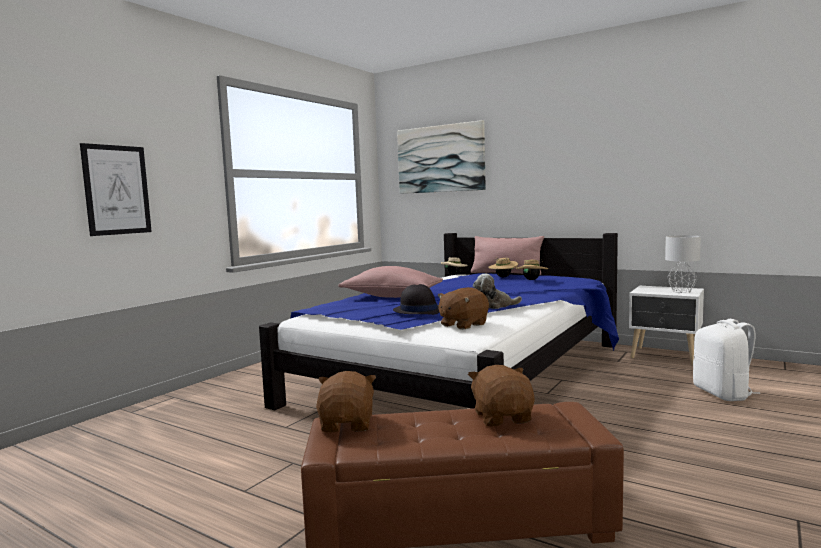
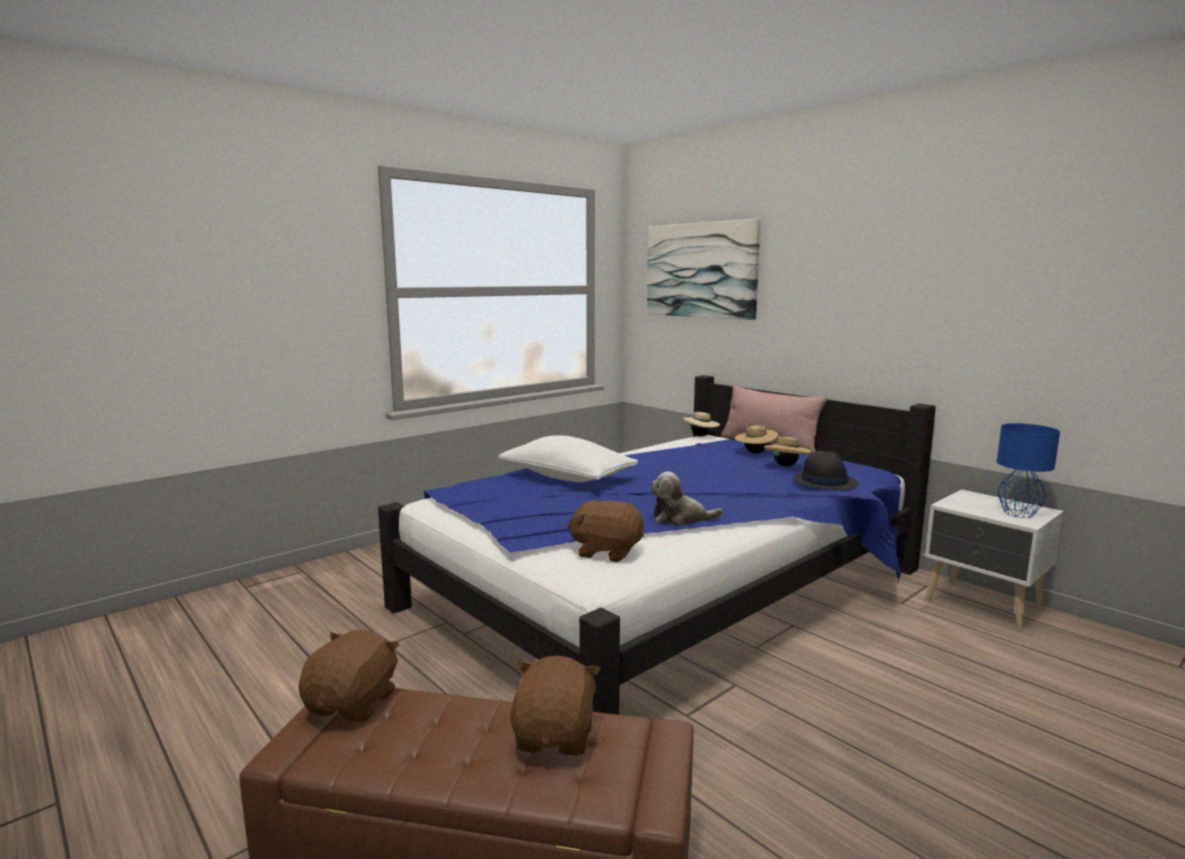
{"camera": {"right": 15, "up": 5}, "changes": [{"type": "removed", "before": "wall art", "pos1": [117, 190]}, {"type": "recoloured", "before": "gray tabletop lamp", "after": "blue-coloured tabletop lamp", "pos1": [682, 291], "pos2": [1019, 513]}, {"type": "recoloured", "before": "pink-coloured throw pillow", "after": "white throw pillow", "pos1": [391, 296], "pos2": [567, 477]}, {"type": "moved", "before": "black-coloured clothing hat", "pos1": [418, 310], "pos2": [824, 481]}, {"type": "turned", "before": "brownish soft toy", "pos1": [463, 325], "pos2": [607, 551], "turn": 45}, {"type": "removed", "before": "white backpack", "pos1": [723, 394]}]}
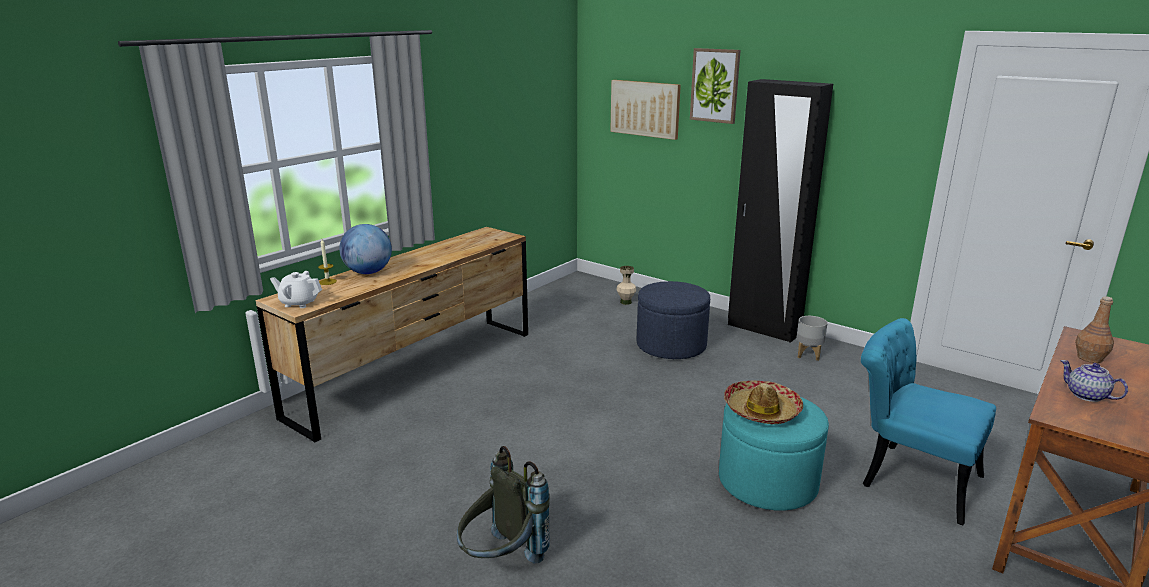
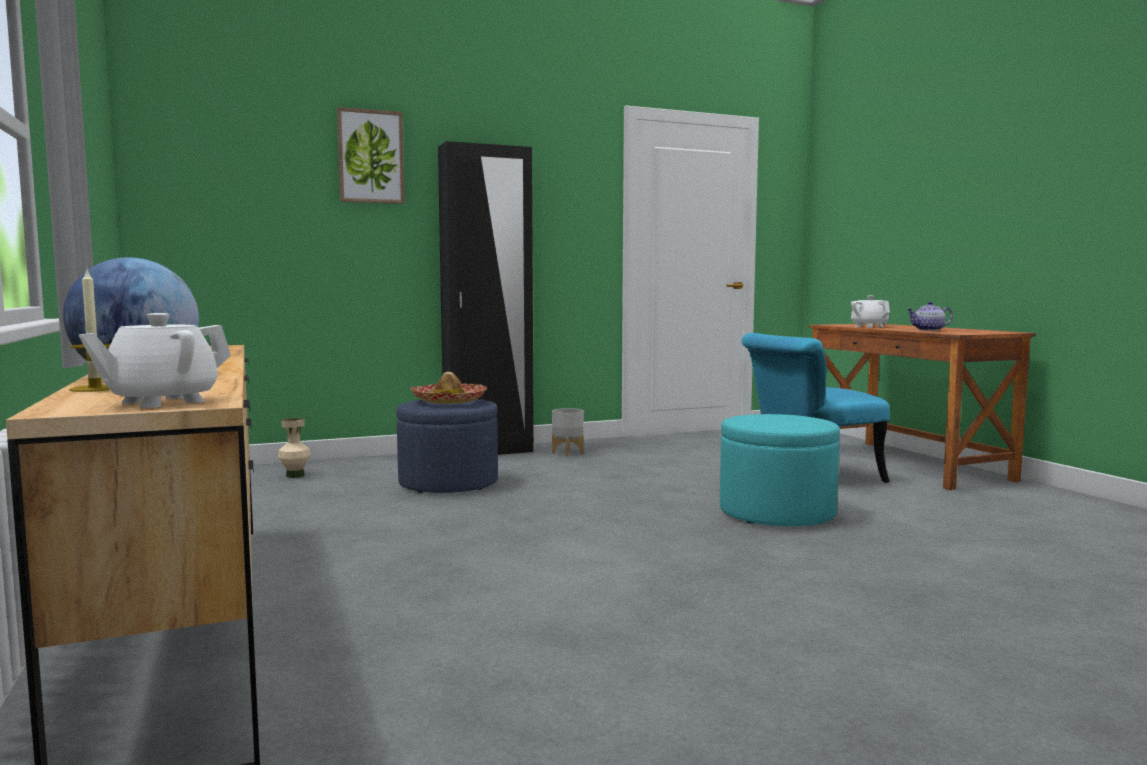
{"camera": {"right": -60, "up": -15}, "changes": [{"type": "removed", "before": "wall art", "pos1": [645, 108]}, {"type": "replaced", "before": "brownish bottle", "after": "white tea pot", "pos1": [1090, 358], "pos2": [869, 326]}, {"type": "moved", "before": "clothing hat", "pos1": [761, 410], "pos2": [448, 401]}, {"type": "removed", "before": "gray backpack", "pos1": [501, 561]}]}
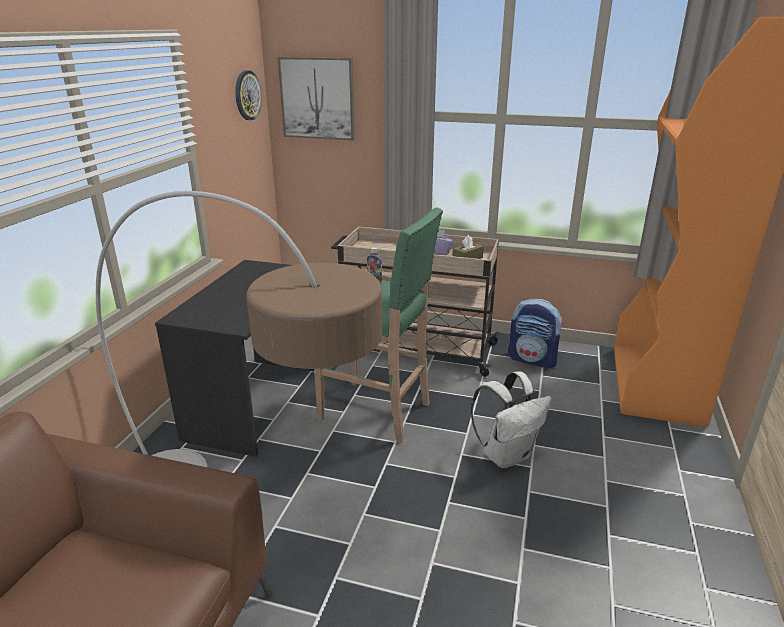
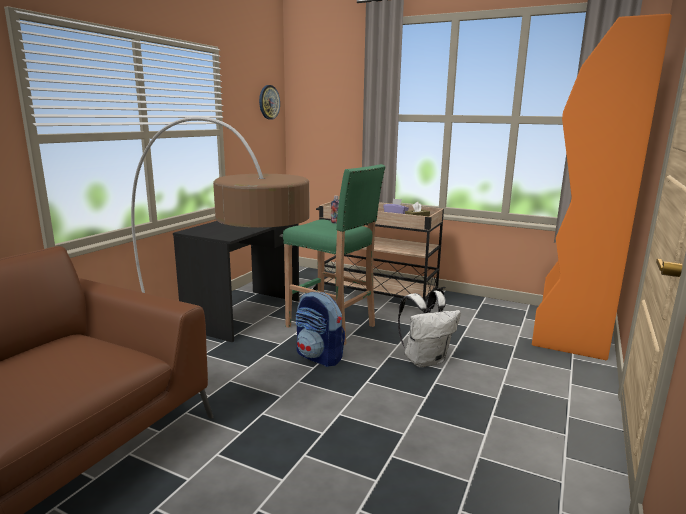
{"camera": {"right": 10, "up": -10}, "changes": [{"type": "removed", "before": "wall art", "pos1": [317, 98]}, {"type": "moved", "before": "backpack", "pos1": [533, 359], "pos2": [319, 357]}]}
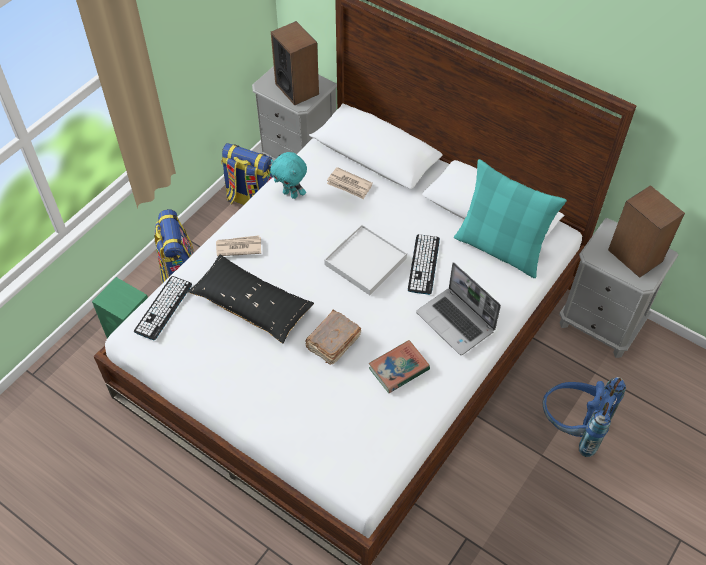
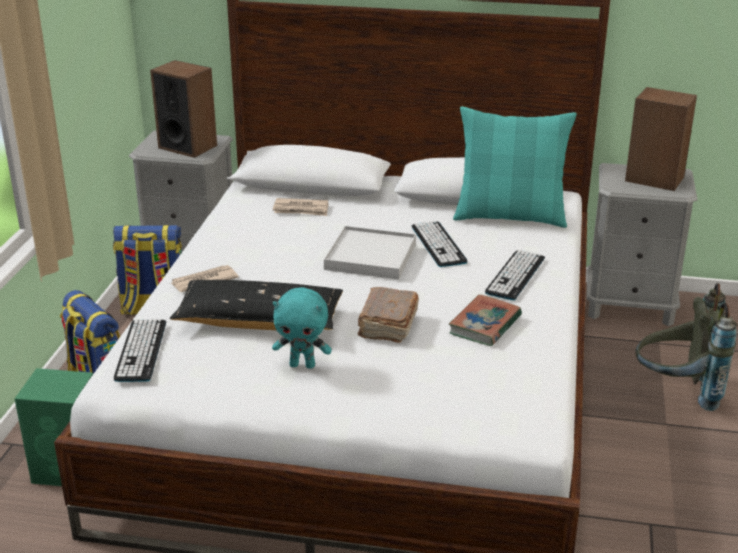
{"camera": {"right": -25, "up": -25}, "changes": [{"type": "moved", "before": "turquoise soft toy", "pos1": [291, 194], "pos2": [303, 365]}, {"type": "replaced", "before": "laptop", "after": "keyboard", "pos1": [456, 322], "pos2": [515, 275]}, {"type": "recoloured", "before": "blue-coloured backpack", "after": "gray backpack", "pos1": [572, 428], "pos2": [677, 392]}]}
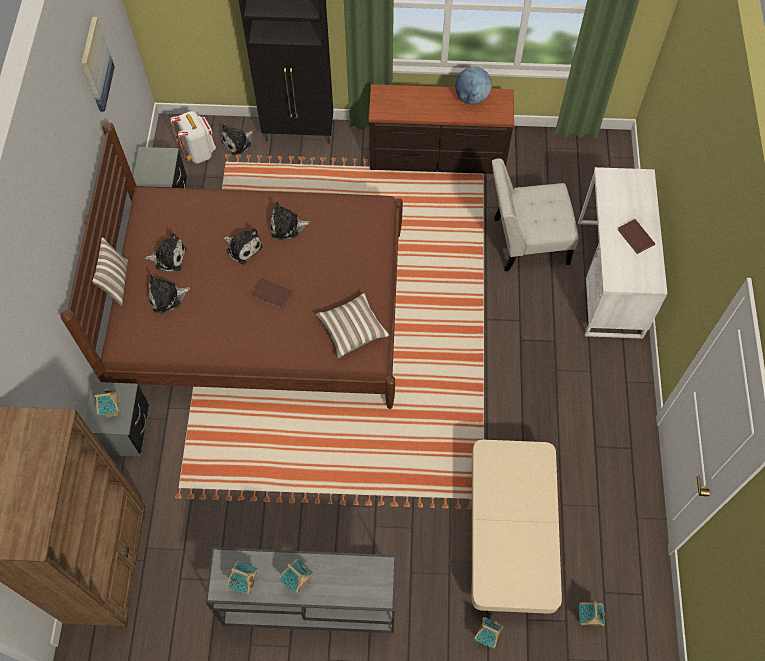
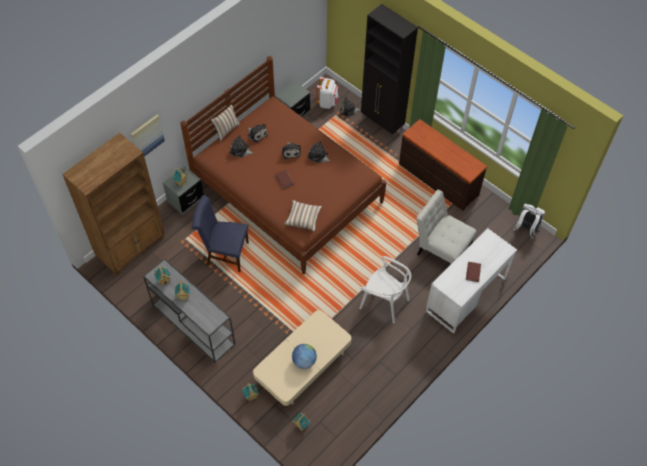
{"camera": {"right": 40, "up": -5}, "changes": [{"type": "moved", "before": "wall art", "pos1": [96, 64], "pos2": [147, 136]}, {"type": "moved", "before": "desk globe", "pos1": [472, 97], "pos2": [304, 361]}, {"type": "added", "after": "blue-coloured chair", "pos2": [224, 253]}, {"type": "added", "after": "white backpack", "pos2": [526, 229]}, {"type": "added", "after": "white chair", "pos2": [384, 302]}]}
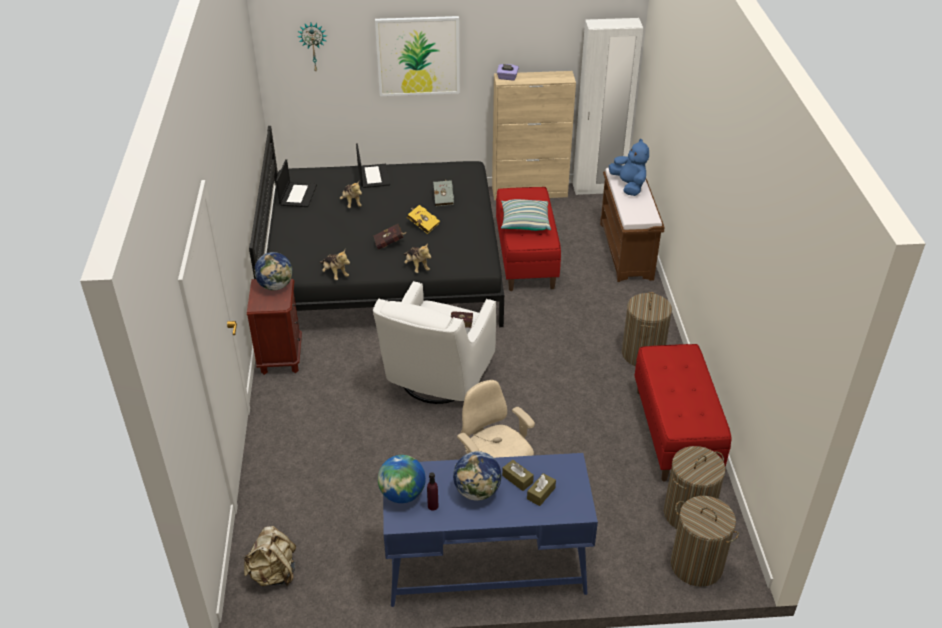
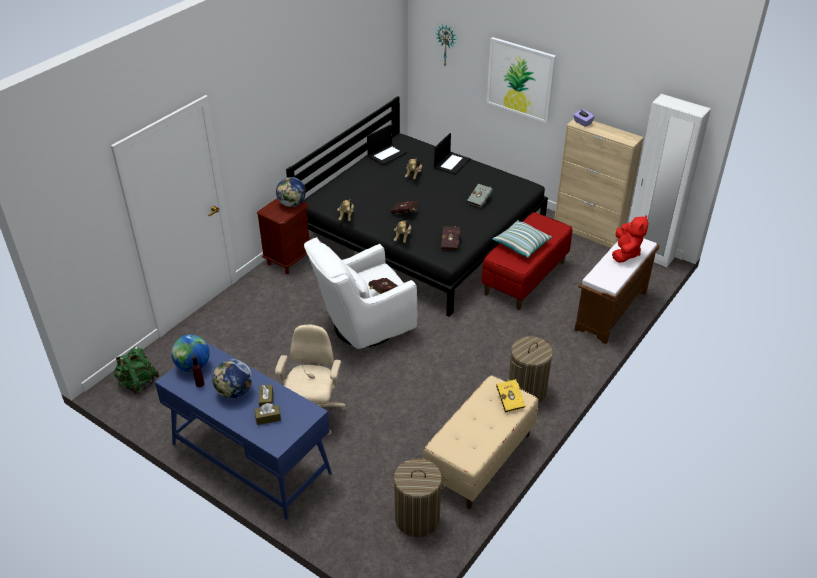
{"camera": {"right": 40, "up": 0}, "changes": [{"type": "recoloured", "before": "blue-coloured soft toy", "after": "red-coloured soft toy", "pos1": [629, 186], "pos2": [625, 253]}, {"type": "moved", "before": "yellow bound book", "pos1": [422, 225], "pos2": [509, 400]}, {"type": "recoloured", "before": "red-coloured long seat", "after": "beige long seat", "pos1": [675, 433], "pos2": [480, 459]}, {"type": "removed", "before": "hamper", "pos1": [696, 565]}, {"type": "recoloured", "before": "beige backpack", "after": "green-coloured backpack", "pos1": [273, 573], "pos2": [138, 383]}, {"type": "added", "after": "red-coloured bound book", "pos2": [451, 243]}]}
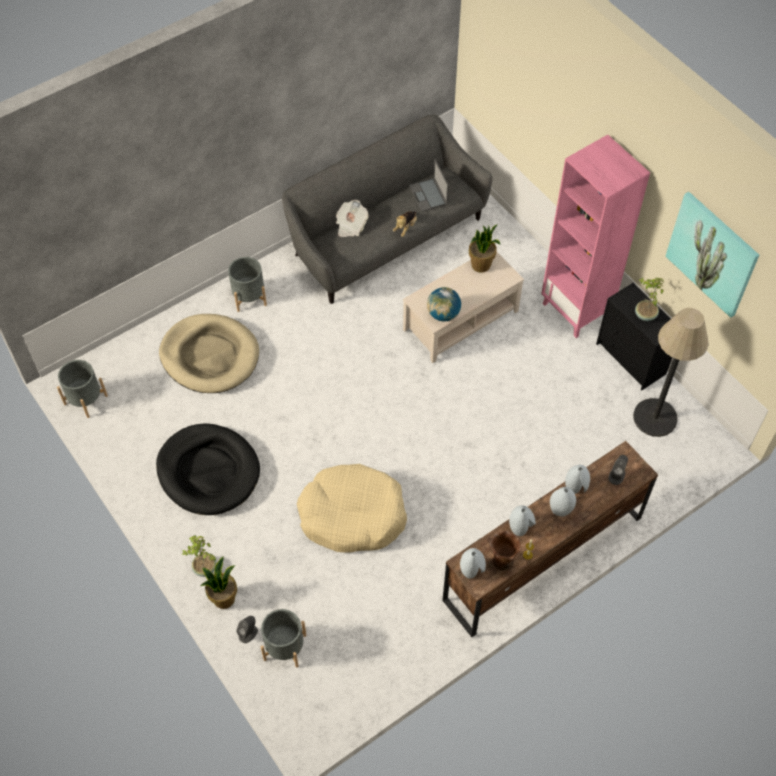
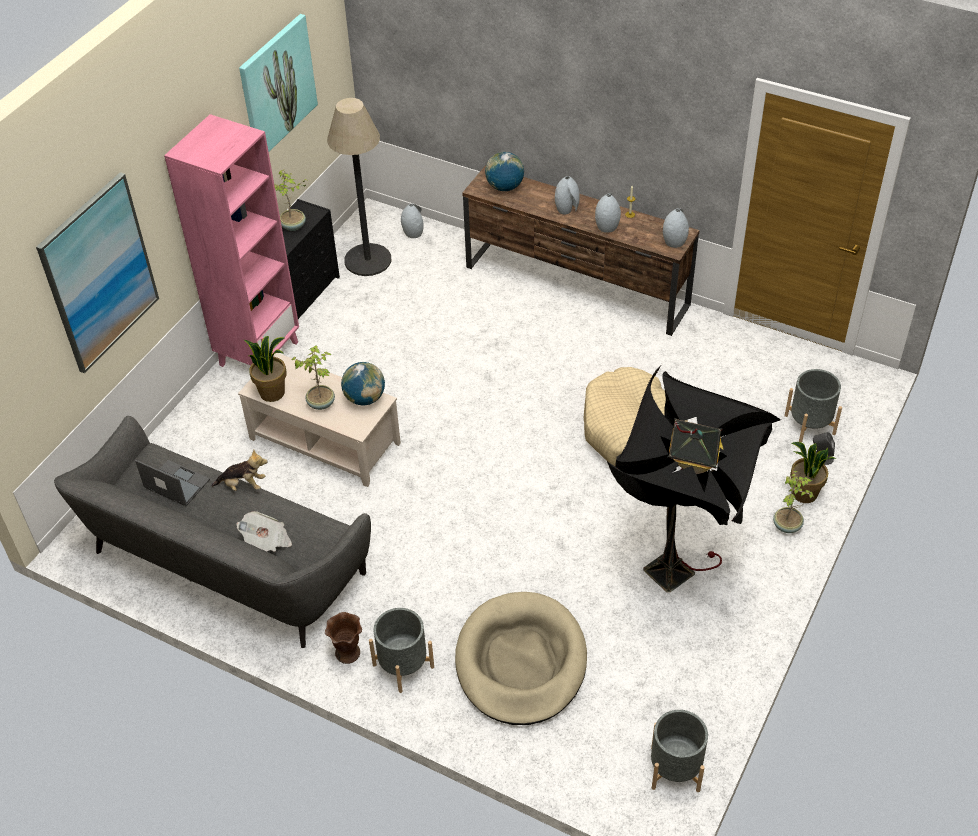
{"camera": {"right": -115, "up": -10}, "changes": [{"type": "turned", "before": "laptop", "pos1": [428, 195], "pos2": [176, 483], "turn": -105}, {"type": "replaced", "before": "black-coloured pet bed", "after": "black-coloured standard lamp", "pos1": [208, 471], "pos2": [677, 580]}, {"type": "replaced", "before": "gray speaker", "after": "desk globe", "pos1": [617, 475], "pos2": [505, 187]}, {"type": "moved", "before": "gray decorative vase", "pos1": [576, 487], "pos2": [413, 233]}, {"type": "moved", "before": "brownish decorative vase", "pos1": [502, 561], "pos2": [348, 653]}, {"type": "added", "after": "wall art", "pos2": [99, 273]}, {"type": "added", "after": "potted plant", "pos2": [321, 403]}]}
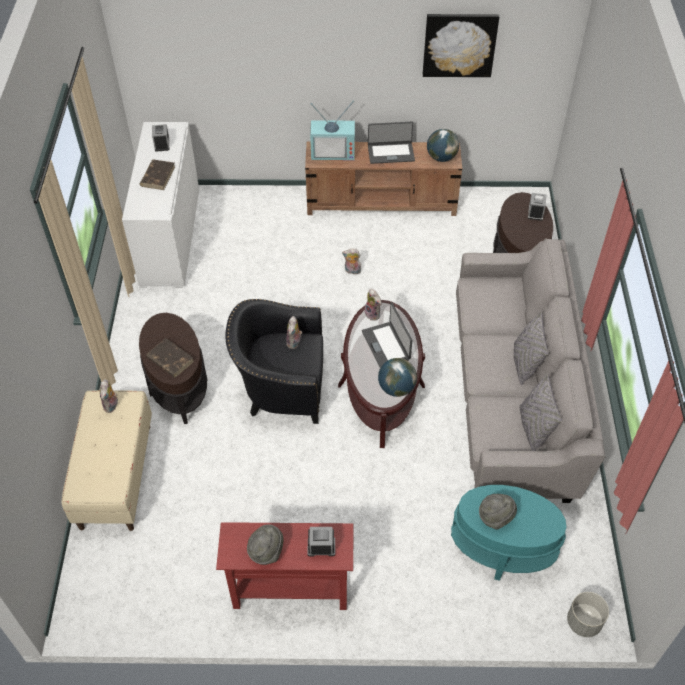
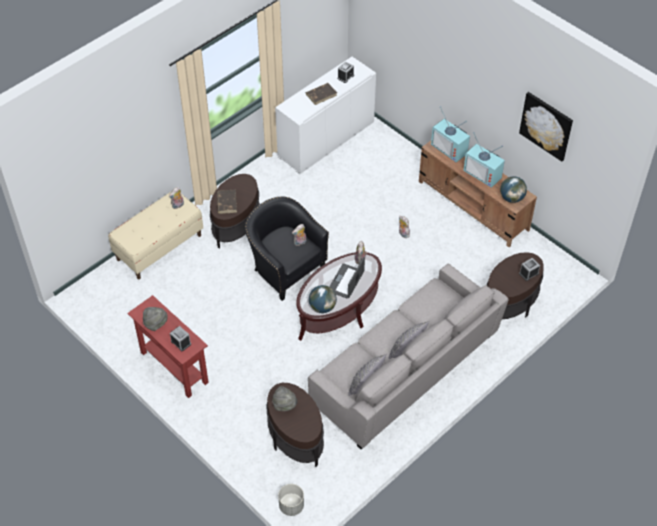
{"camera": {"right": 45, "up": 0}, "changes": [{"type": "replaced", "before": "laptop", "after": "television", "pos1": [391, 153], "pos2": [484, 173]}, {"type": "recoloured", "before": "turquoise accent table", "after": "brownish accent table", "pos1": [502, 549], "pos2": [295, 439]}]}
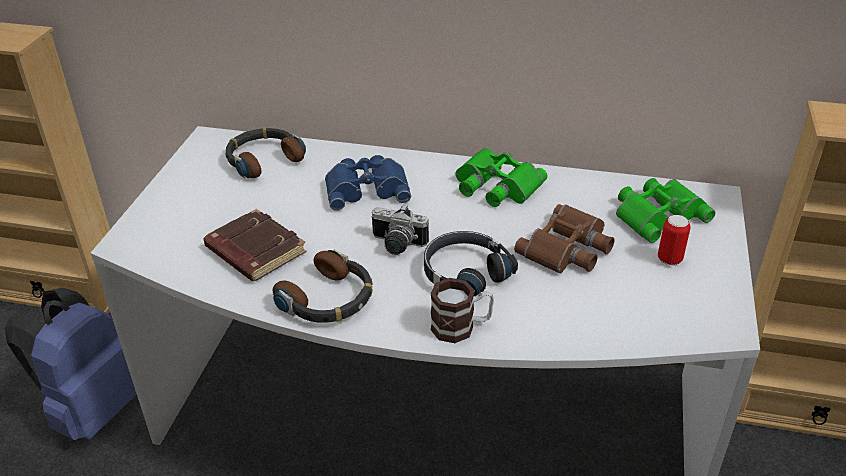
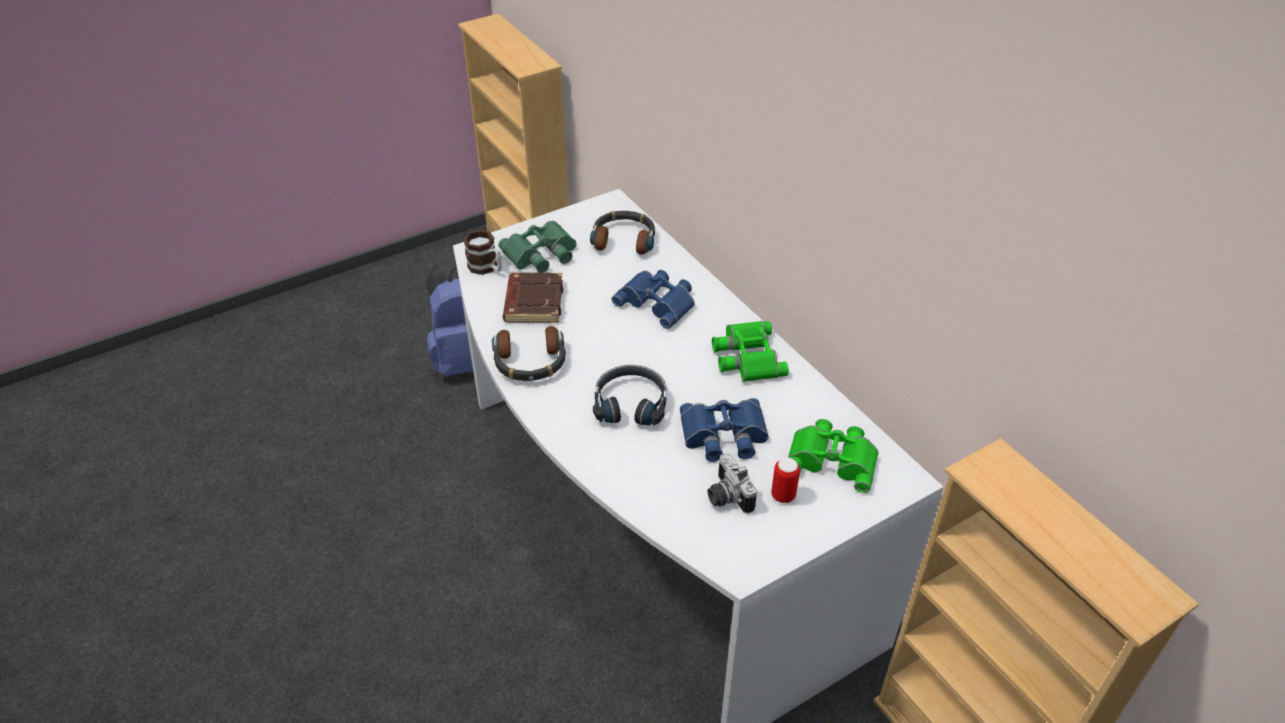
{"camera": {"right": 45, "up": 5}, "changes": [{"type": "moved", "before": "photo camera", "pos1": [396, 245], "pos2": [726, 496]}, {"type": "recoloured", "before": "brownish field glasses", "after": "blue-coloured field glasses", "pos1": [568, 248], "pos2": [723, 436]}, {"type": "moved", "before": "mug", "pos1": [461, 327], "pos2": [487, 268]}, {"type": "added", "after": "green-coloured field glasses", "pos2": [541, 254]}]}
